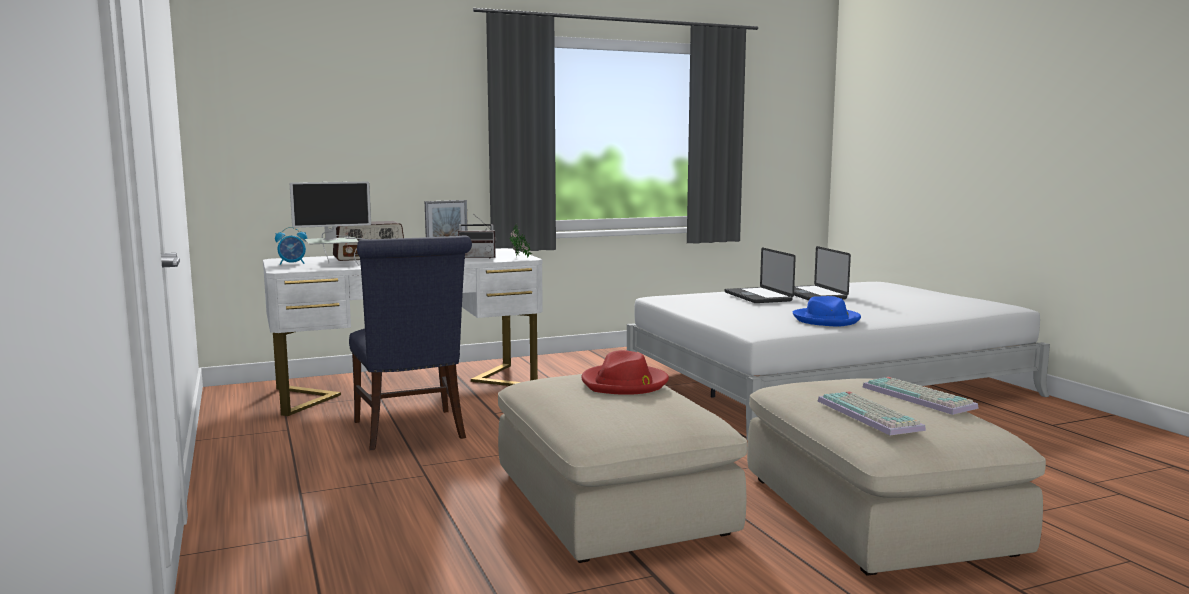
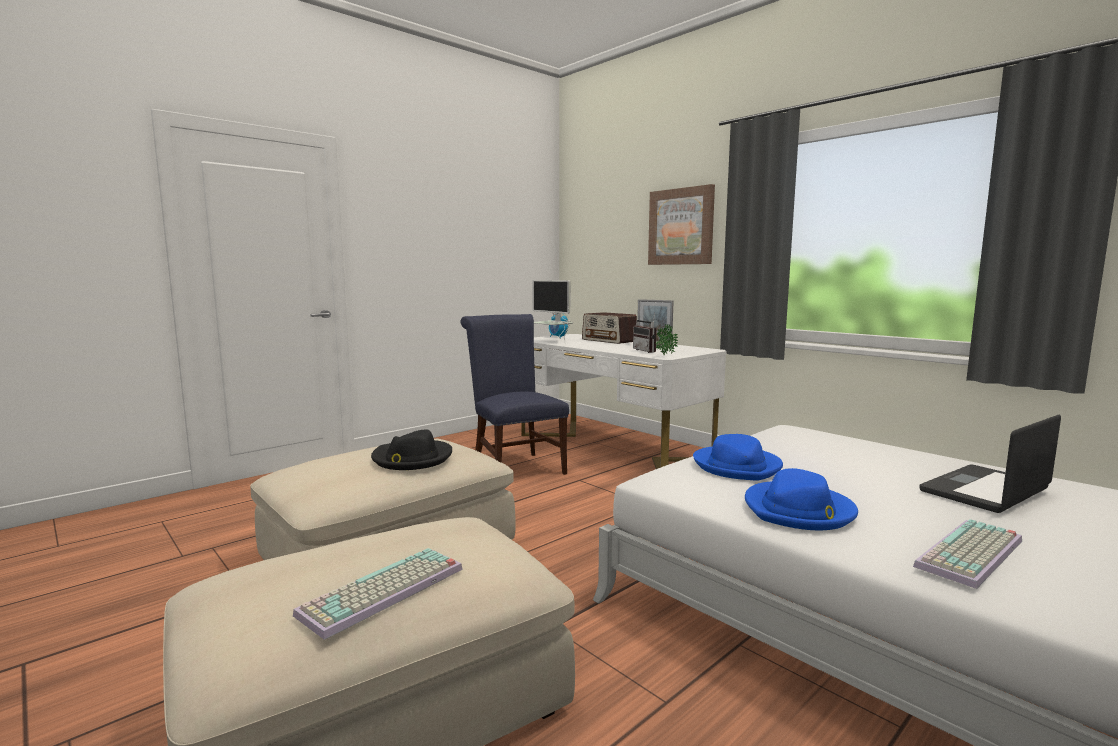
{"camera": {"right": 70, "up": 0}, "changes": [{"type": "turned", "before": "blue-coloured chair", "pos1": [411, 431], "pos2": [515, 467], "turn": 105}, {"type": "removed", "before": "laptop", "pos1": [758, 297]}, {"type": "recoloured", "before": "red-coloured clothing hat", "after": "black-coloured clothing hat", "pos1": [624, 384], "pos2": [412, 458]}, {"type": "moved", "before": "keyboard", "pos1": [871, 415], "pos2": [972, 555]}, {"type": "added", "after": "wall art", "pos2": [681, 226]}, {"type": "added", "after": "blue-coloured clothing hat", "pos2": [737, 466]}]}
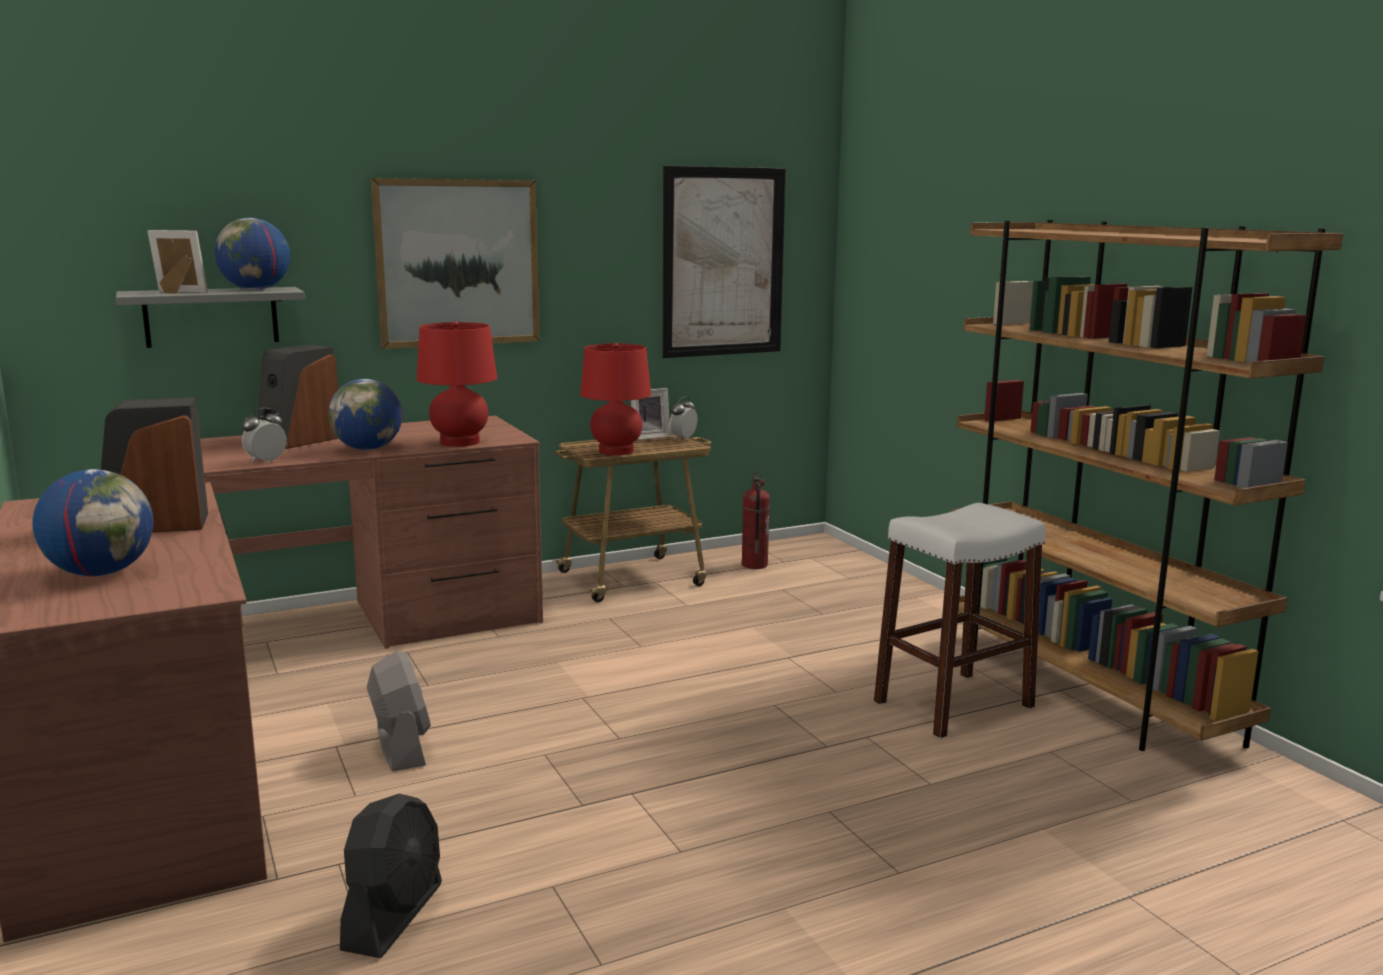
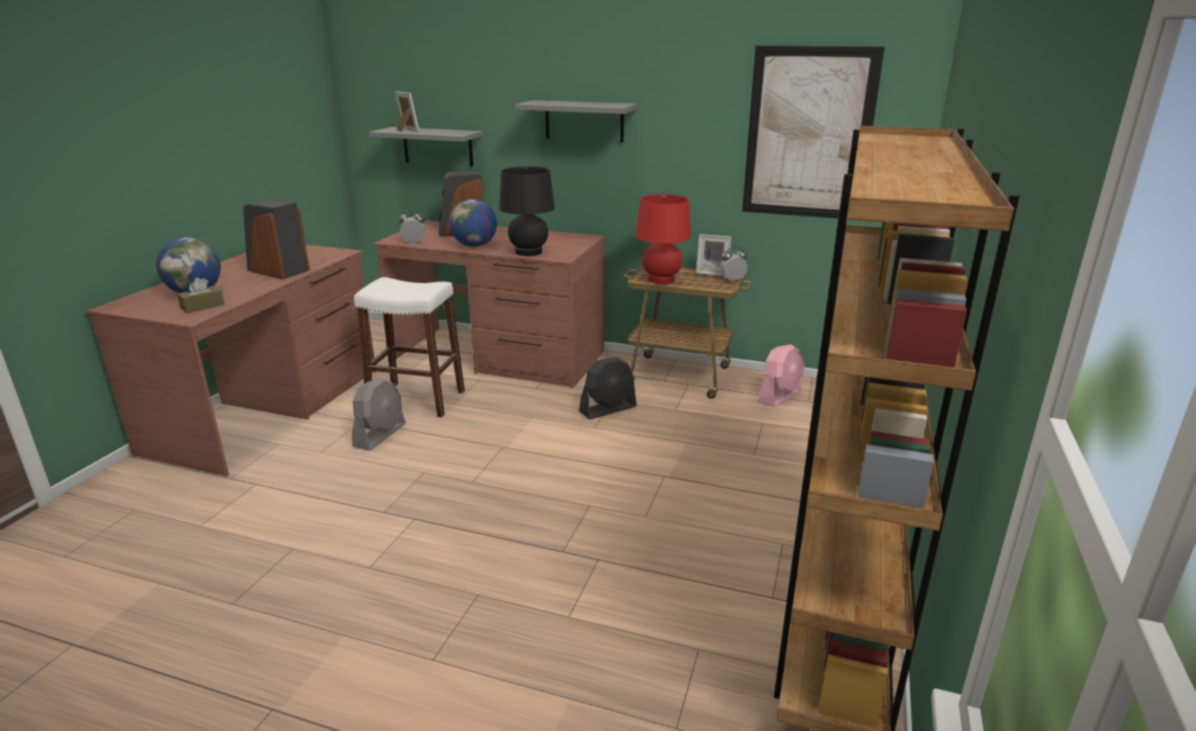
{"camera": {"right": 45, "up": 10}, "changes": [{"type": "replaced", "before": "wall art", "after": "gray wall shelf", "pos1": [458, 263], "pos2": [584, 121]}, {"type": "removed", "before": "desk globe", "pos1": [255, 289]}, {"type": "recoloured", "before": "red-coloured tabletop lamp", "after": "black-coloured tabletop lamp", "pos1": [460, 442], "pos2": [528, 252]}, {"type": "replaced", "before": "fire-fighting cylinder", "after": "pink-coloured electric fan", "pos1": [754, 565], "pos2": [780, 396]}, {"type": "moved", "before": "white sitting stool", "pos1": [953, 704], "pos2": [416, 400]}, {"type": "moved", "before": "black-coloured electric fan", "pos1": [394, 916], "pos2": [608, 409]}, {"type": "added", "after": "brownish tissue holder", "pos2": [202, 306]}]}
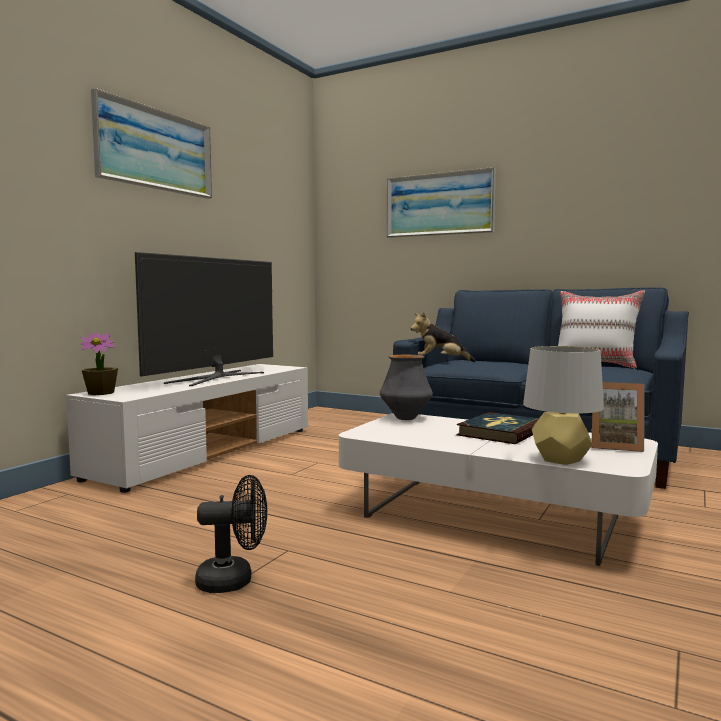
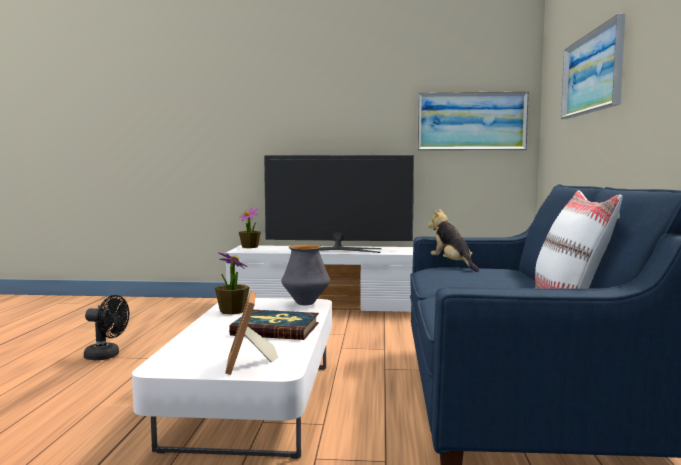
{"camera": {"right": 65, "up": 0}, "changes": [{"type": "moved", "before": "wall art", "pos1": [155, 150], "pos2": [471, 121]}, {"type": "removed", "before": "gray tabletop lamp", "pos1": [560, 459]}, {"type": "turned", "before": "black-coloured electric fan", "pos1": [234, 580], "pos2": [107, 356], "turn": -45}, {"type": "added", "after": "potted plant", "pos2": [232, 311]}]}
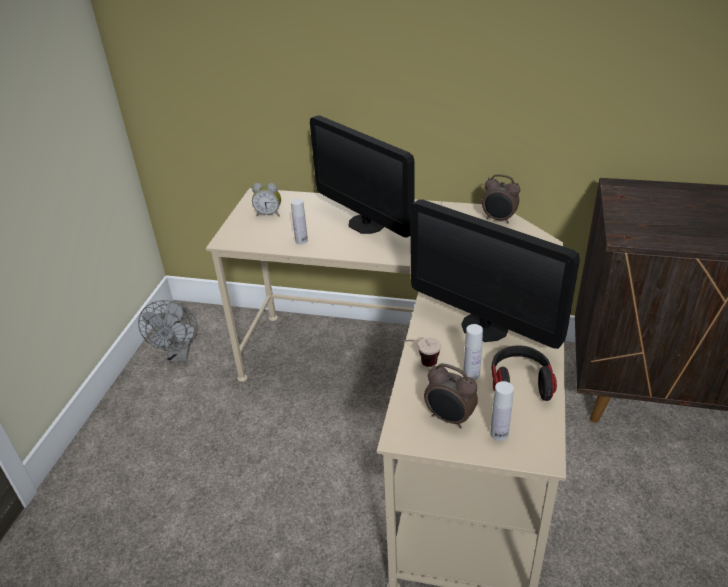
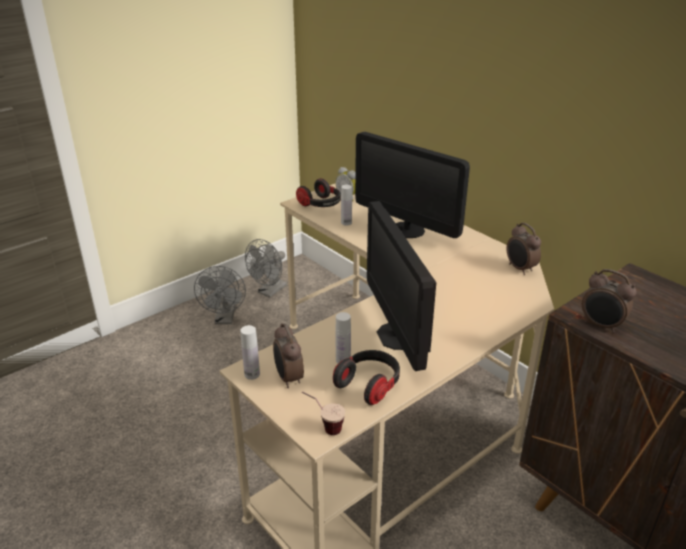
{"camera": {"right": 35, "up": -5}, "changes": [{"type": "turned", "before": "computer screen", "pos1": [366, 224], "pos2": [407, 230], "turn": -45}, {"type": "moved", "before": "cup", "pos1": [420, 364], "pos2": [323, 427]}, {"type": "moved", "before": "white bottle", "pos1": [499, 434], "pos2": [252, 374]}, {"type": "added", "after": "headset", "pos2": [320, 204]}, {"type": "added", "after": "gray electric fan", "pos2": [225, 319]}, {"type": "added", "after": "alarm clock", "pos2": [601, 325]}]}
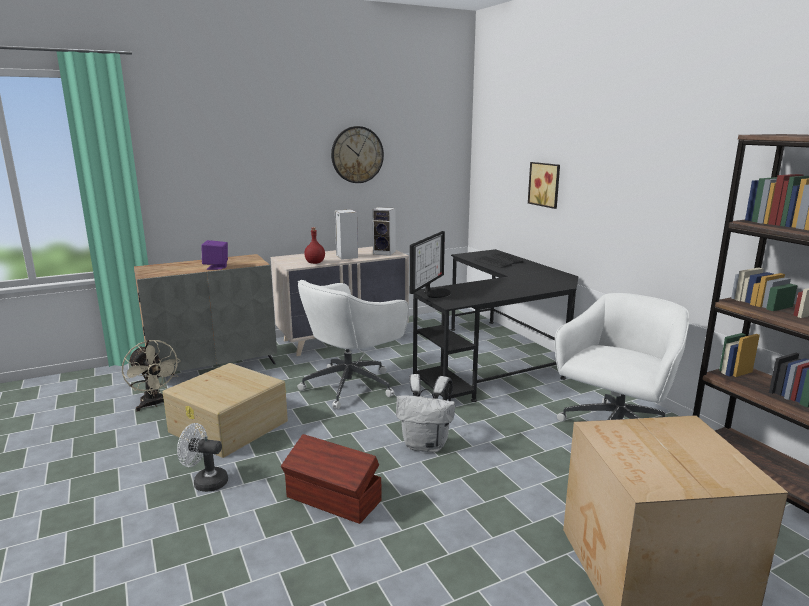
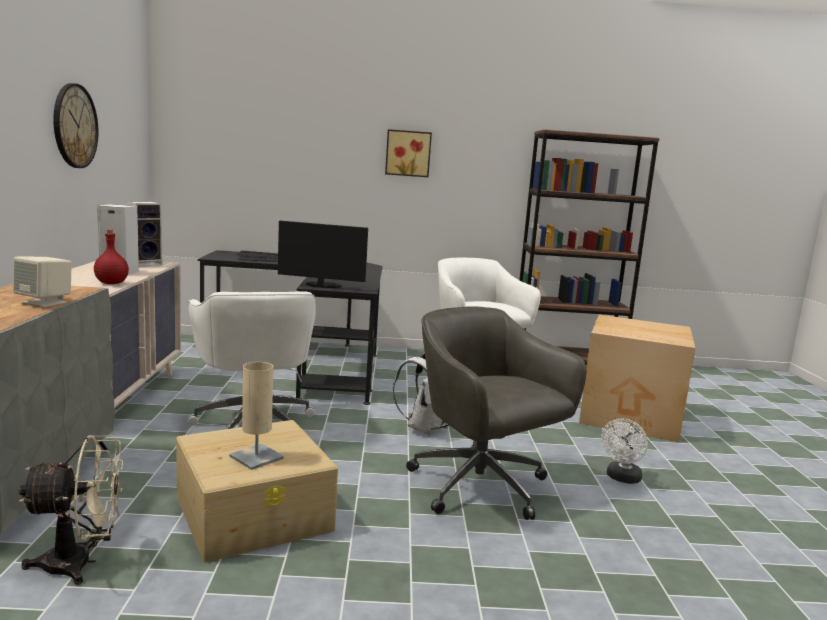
{"camera": {"right": -65, "up": -5}, "changes": [{"type": "moved", "before": "wall art", "pos1": [545, 184], "pos2": [408, 153]}, {"type": "turned", "before": "computer screen", "pos1": [435, 293], "pos2": [322, 286], "turn": -45}, {"type": "recoloured", "before": "purple speaker", "after": "beige speaker", "pos1": [216, 267], "pos2": [44, 303]}, {"type": "moved", "before": "white electric fan", "pos1": [205, 482], "pos2": [621, 478]}, {"type": "replaced", "before": "brownish storage container", "after": "gray desk chair", "pos1": [333, 500], "pos2": [481, 488]}, {"type": "added", "after": "beige tabletop lamp", "pos2": [256, 457]}]}
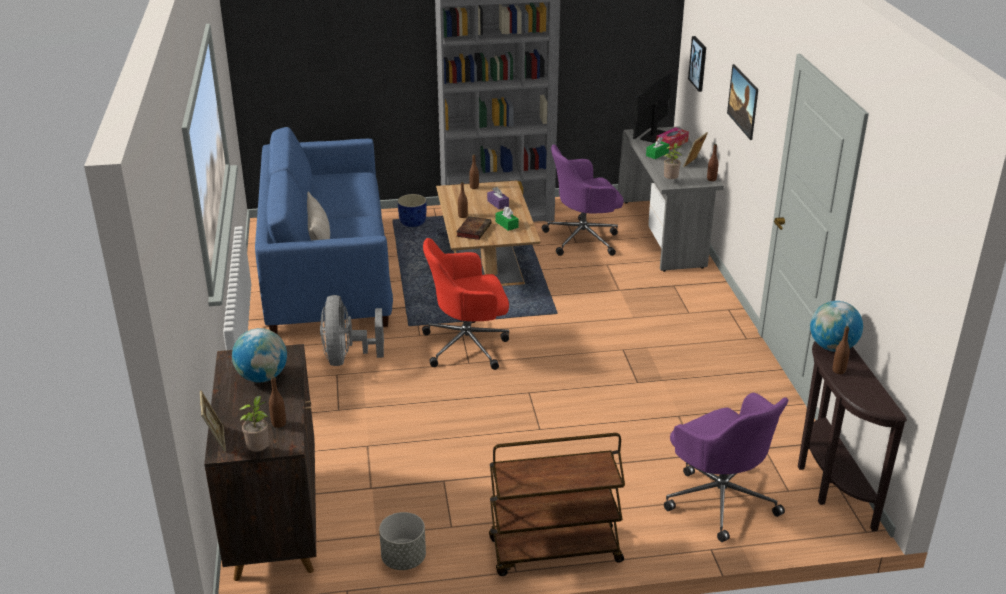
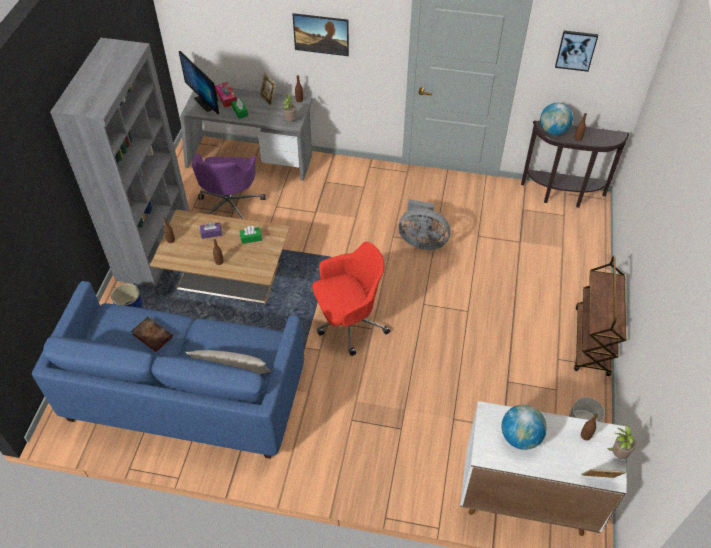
{"camera": {"right": -70, "up": 20}, "changes": [{"type": "moved", "before": "wall art", "pos1": [698, 63], "pos2": [576, 50]}, {"type": "moved", "before": "bound book", "pos1": [473, 230], "pos2": [151, 335]}, {"type": "turned", "before": "red-coloured desk chair", "pos1": [468, 345], "pos2": [348, 322], "turn": -120}, {"type": "moved", "before": "gray electric fan", "pos1": [347, 358], "pos2": [422, 241]}, {"type": "recoloured", "before": "brownish cupboard", "after": "white cupboard", "pos1": [275, 522], "pos2": [526, 498]}, {"type": "removed", "before": "purple desk chair", "pos1": [720, 498]}]}
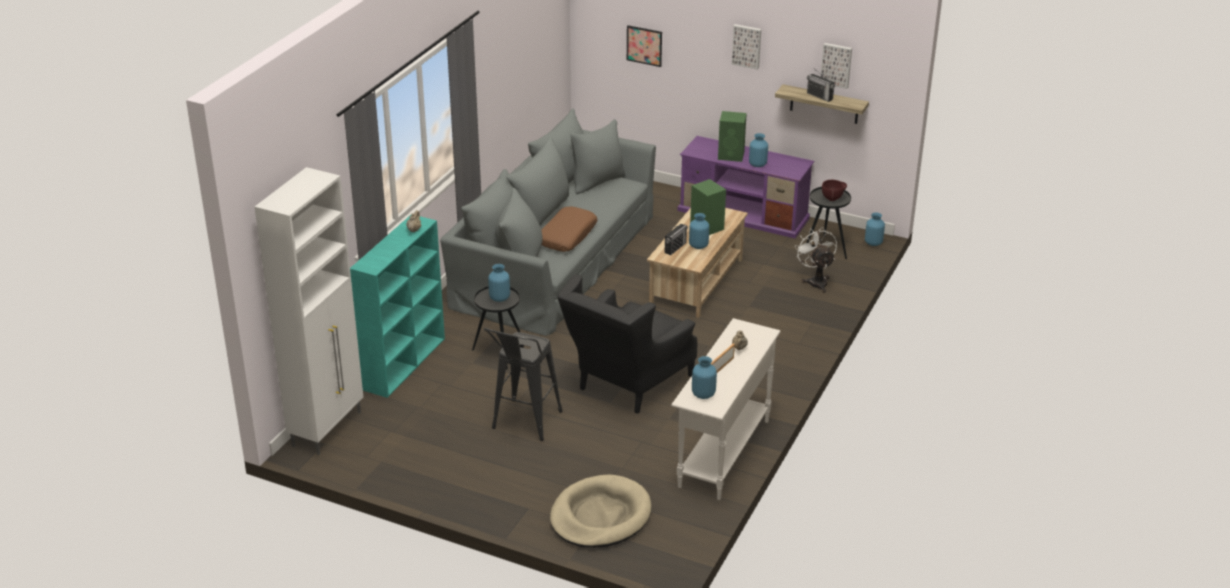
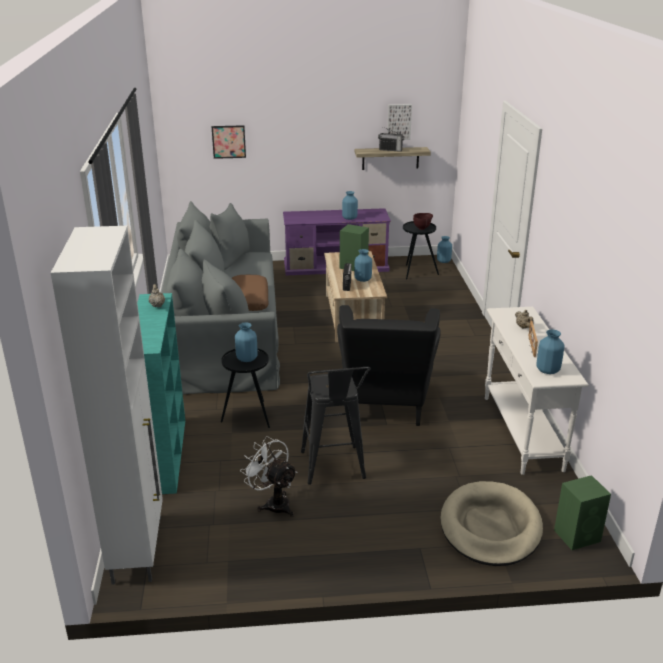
{"camera": {"right": -30, "up": -5}, "changes": [{"type": "removed", "before": "wall art", "pos1": [747, 46]}, {"type": "moved", "before": "green-coloured speaker", "pos1": [731, 155], "pos2": [578, 535]}, {"type": "moved", "before": "white electric fan", "pos1": [816, 281], "pos2": [273, 503]}]}
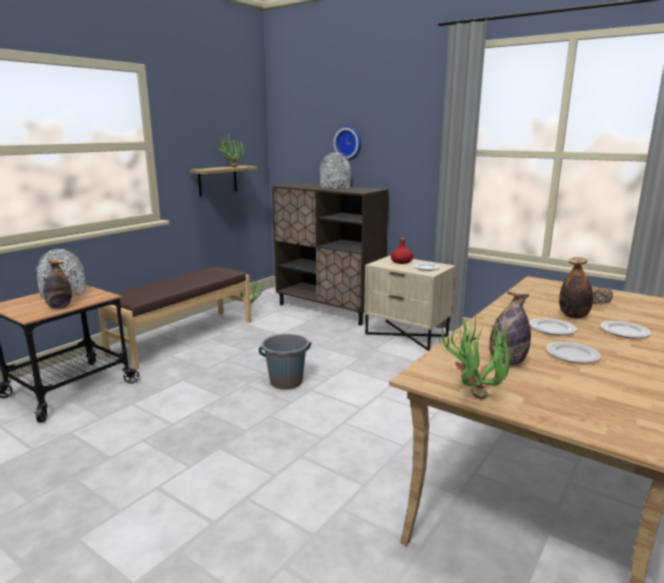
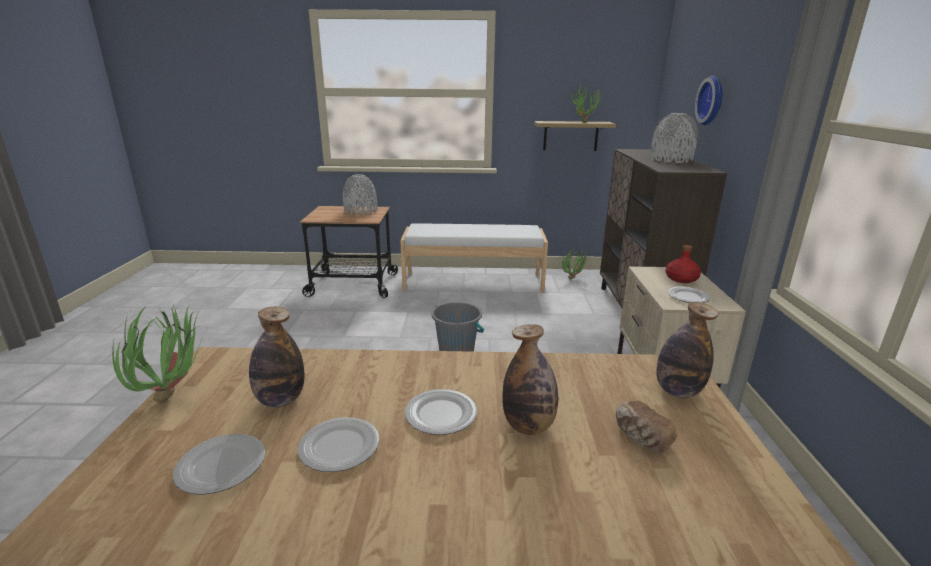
{"camera": {"right": 55, "up": 5}, "changes": [{"type": "moved", "before": "bottle", "pos1": [59, 307], "pos2": [677, 391]}, {"type": "recoloured", "before": "brownish long seat", "after": "white long seat", "pos1": [183, 337], "pos2": [473, 281]}, {"type": "moved", "before": "dinner plate", "pos1": [625, 332], "pos2": [220, 467]}]}
